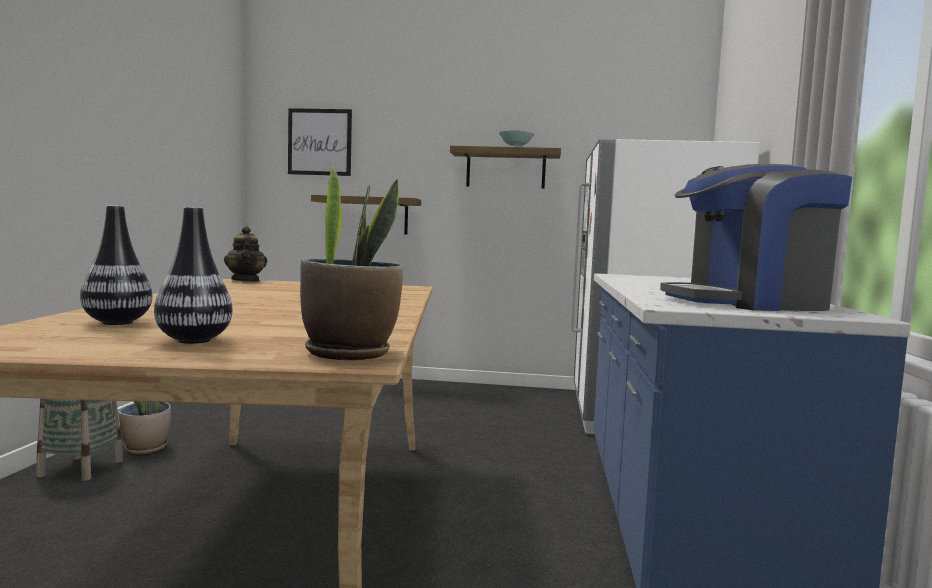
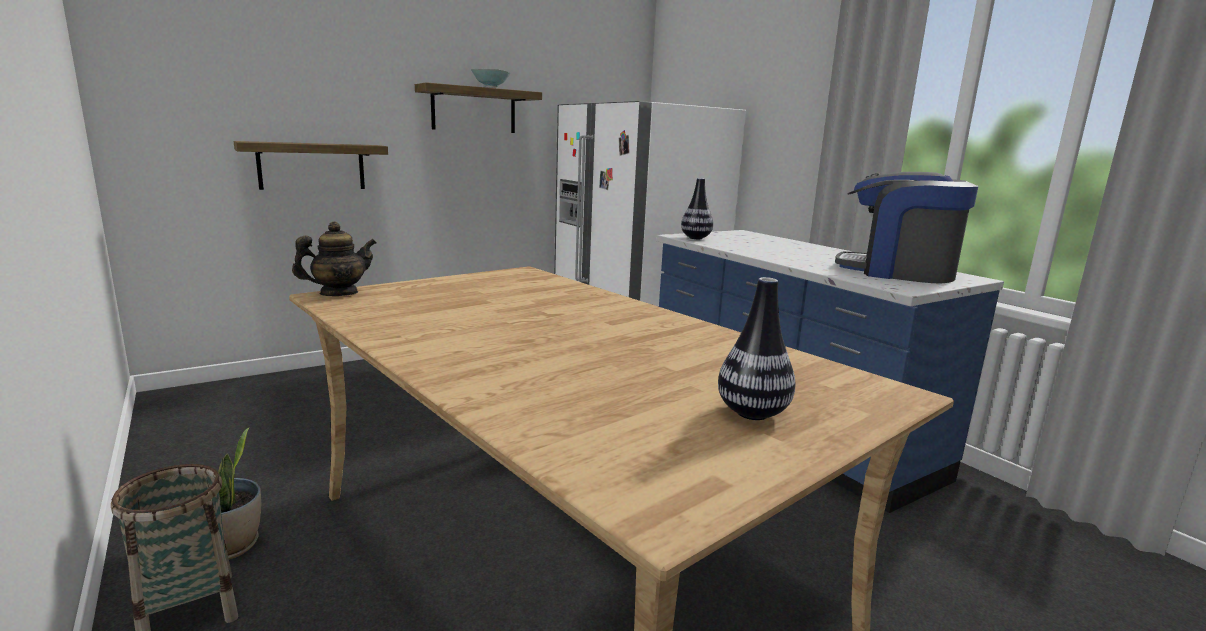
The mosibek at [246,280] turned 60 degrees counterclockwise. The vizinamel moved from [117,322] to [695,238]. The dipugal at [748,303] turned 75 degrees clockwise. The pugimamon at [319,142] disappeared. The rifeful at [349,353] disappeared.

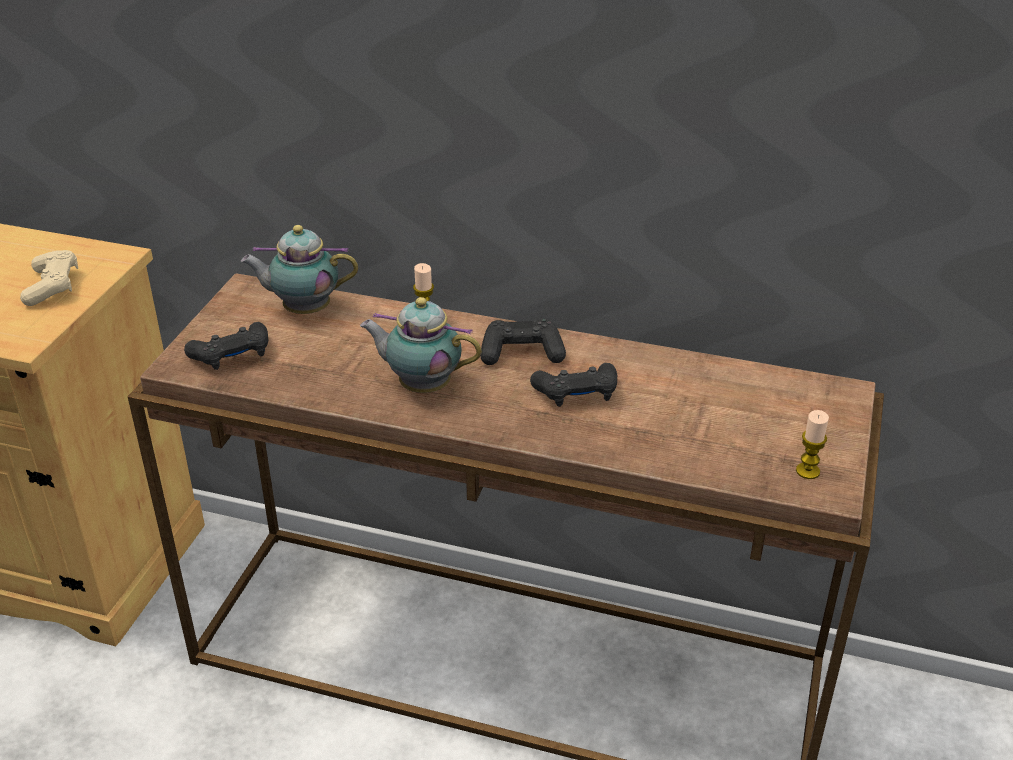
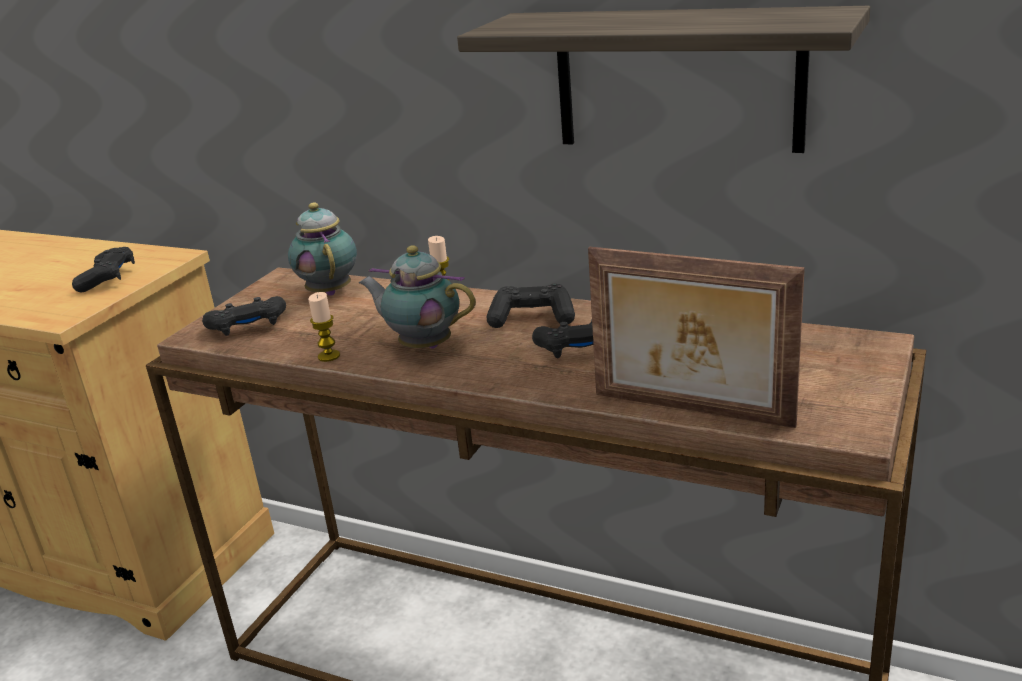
The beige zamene at [52,286] became the black zamene at [108,278]. The mosibek at [303,310] turned 60 degrees clockwise. The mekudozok moved from [807,471] to [329,356]. The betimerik at [677,80] appeared. The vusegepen at [690,411] appeared.

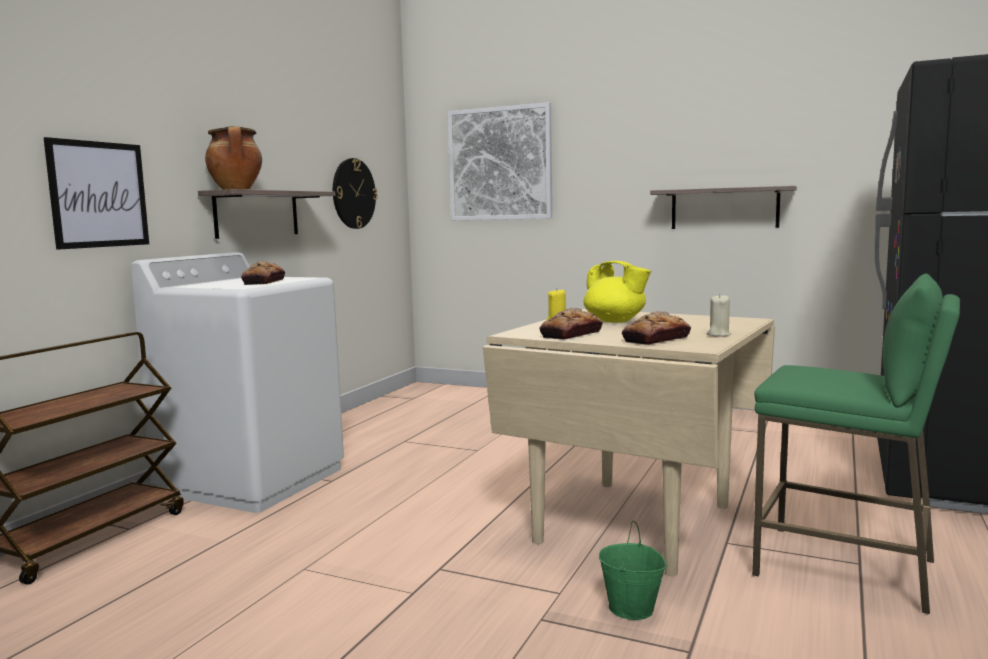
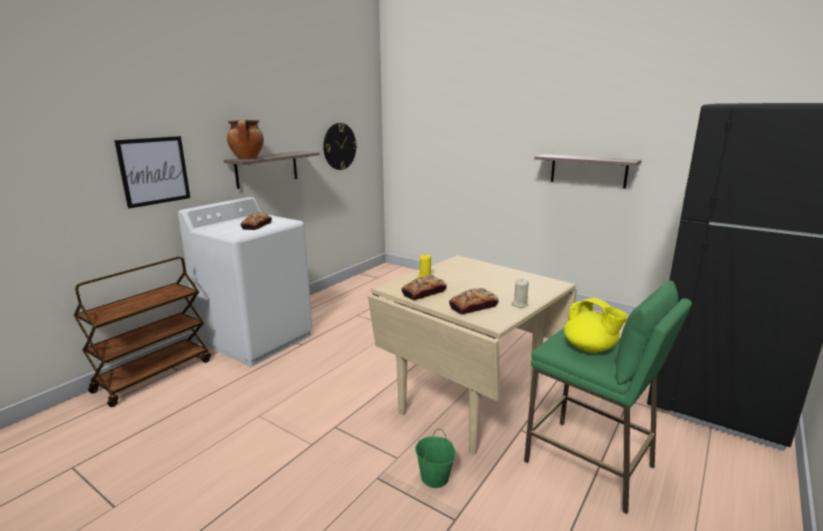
The yellow mosibek moved from [615,321] to [590,348]. The pugimamon at [500,164] disappeared.

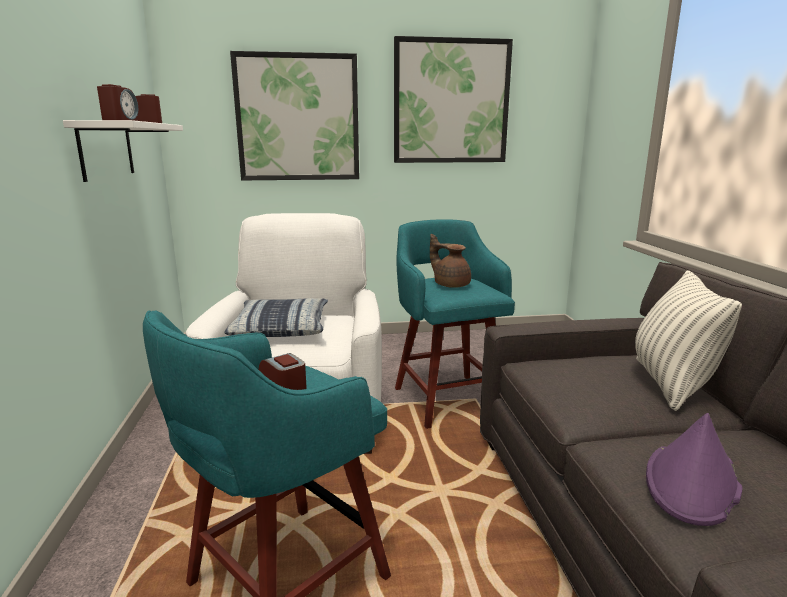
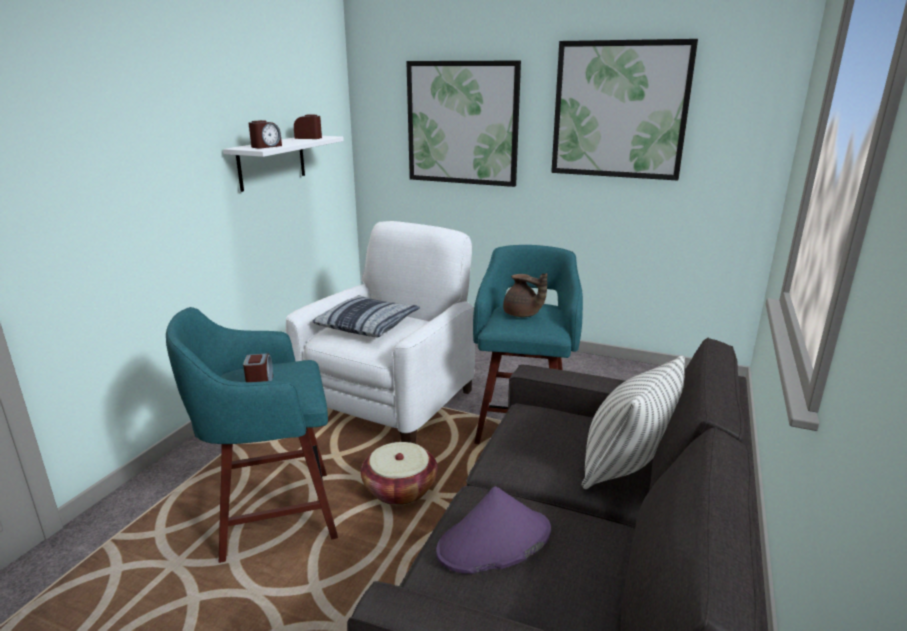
The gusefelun at [400,489] appeared. The brown mosibek at [450,284] turned 150 degrees clockwise.

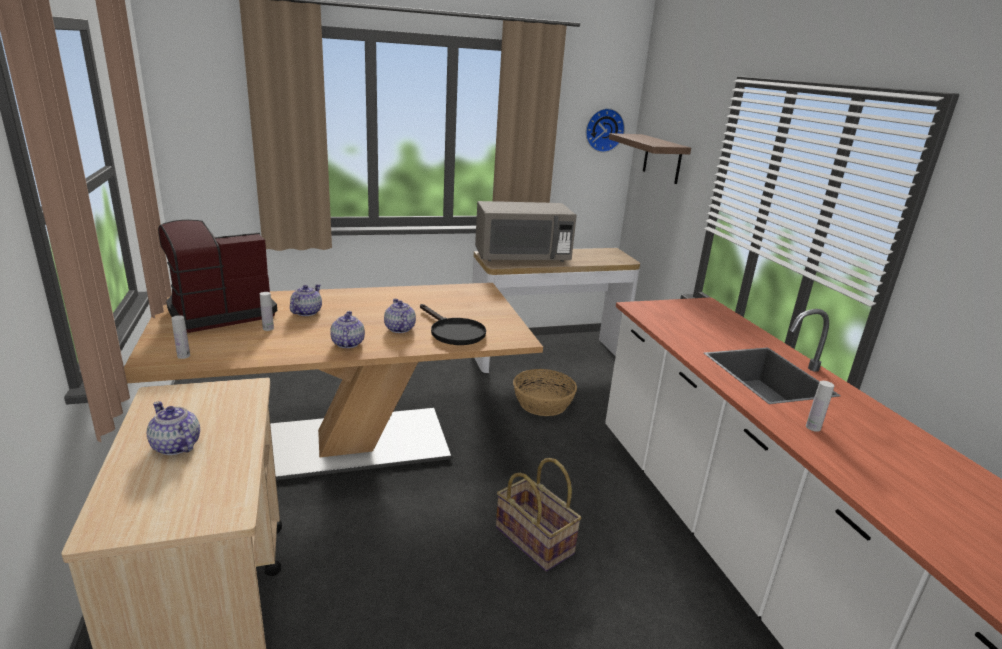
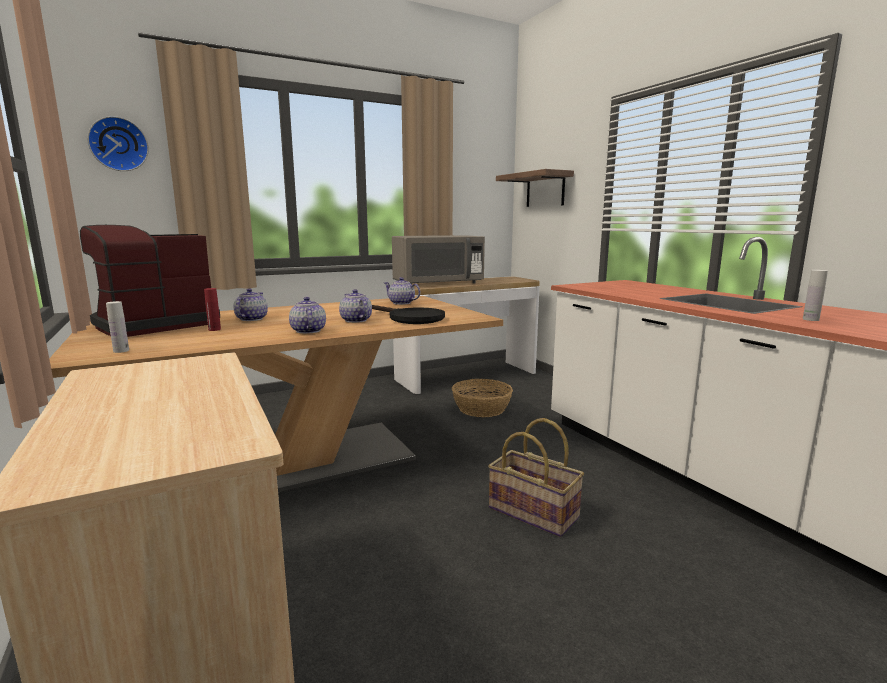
The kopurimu moved from [603,130] to [119,144]. The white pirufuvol at [268,328] became the red pirufuvol at [214,329]. The mosibek moved from [176,446] to [401,303].

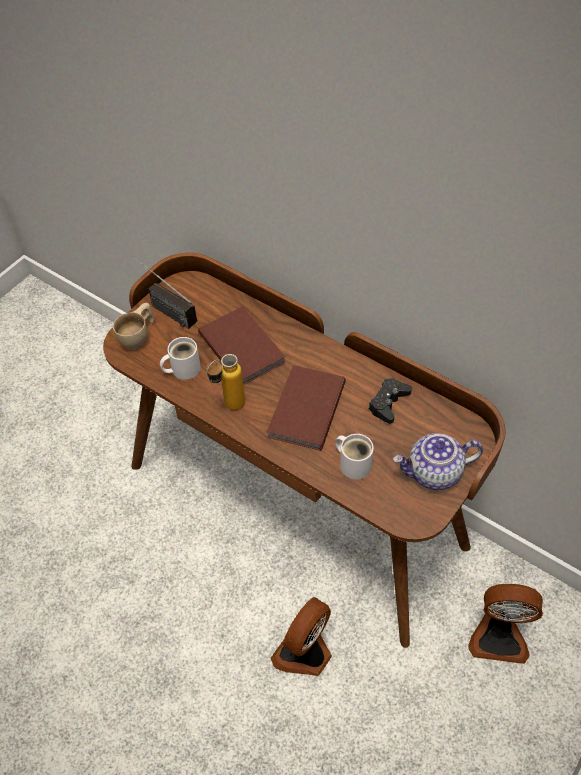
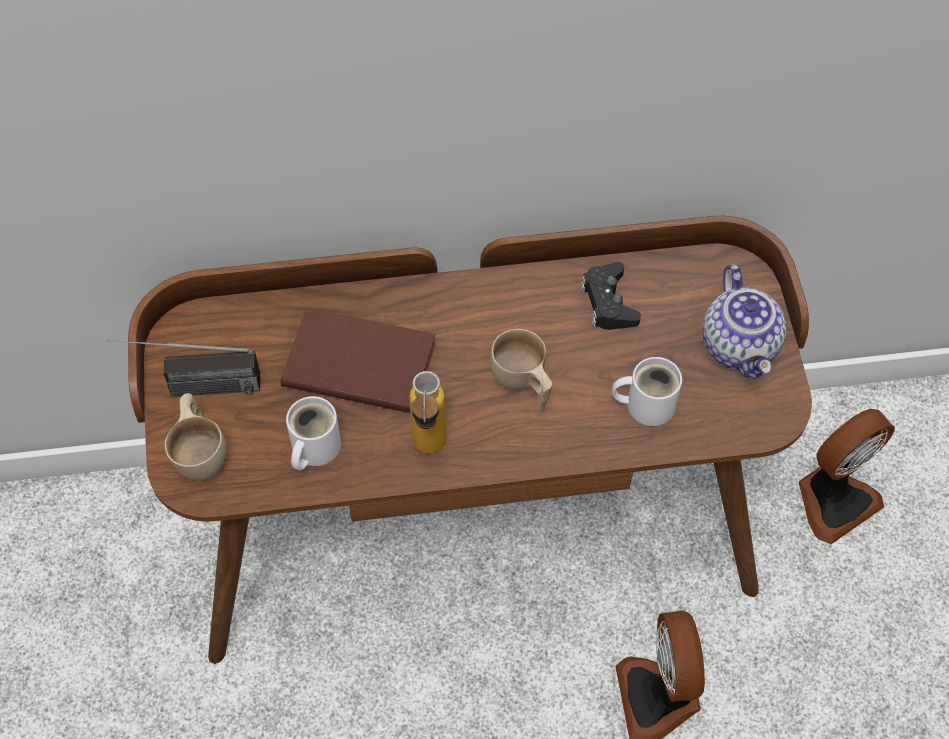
The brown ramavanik at [304,410] was replaced by the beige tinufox at [522,384]. The mosibek at [434,473] turned 45 degrees counterclockwise.

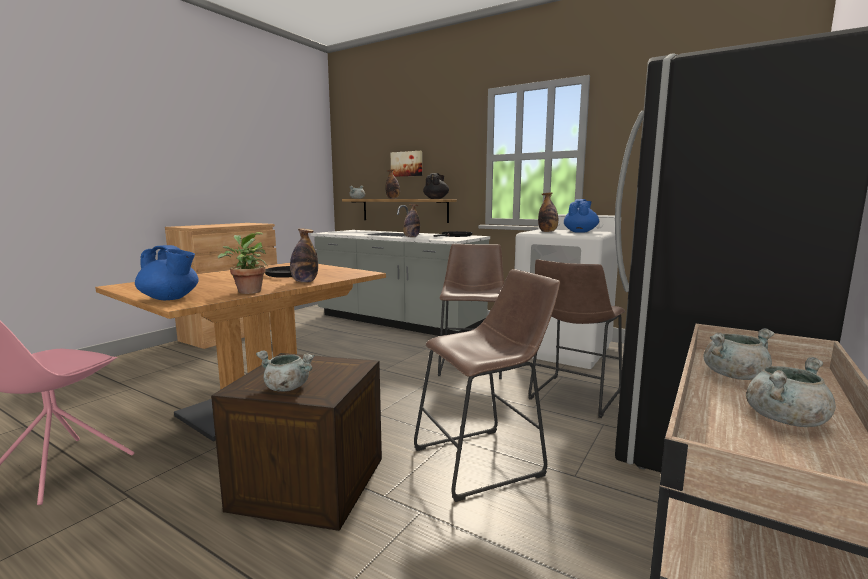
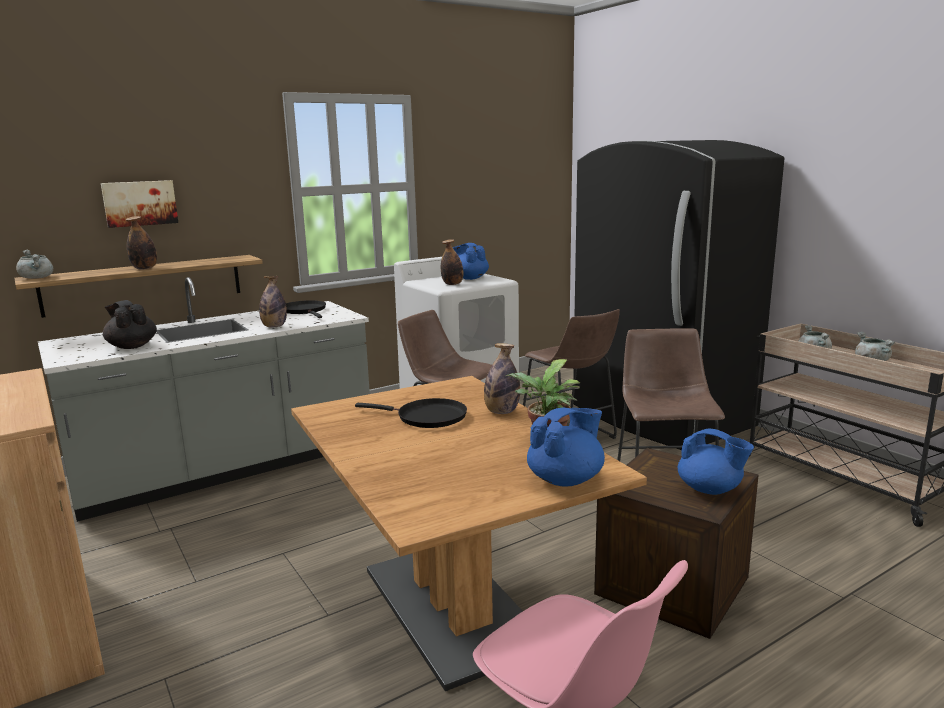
The black mosibek moved from [436,198] to [132,346]. The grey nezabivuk at [286,388] was replaced by the blue mosibek at [710,489].

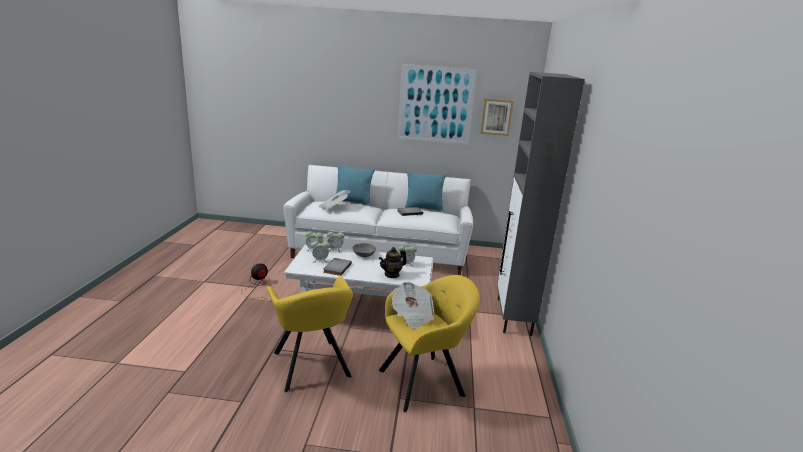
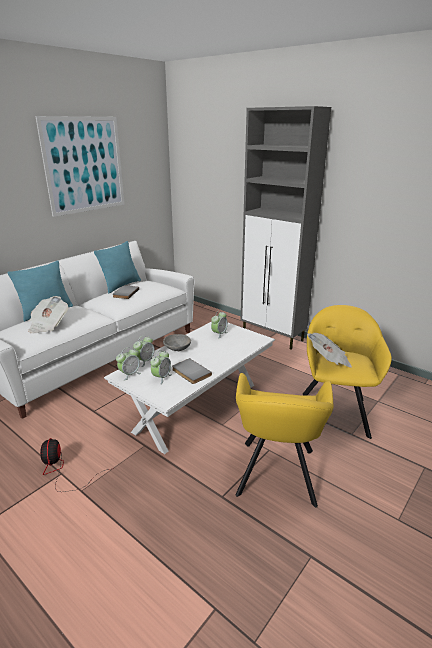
The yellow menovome at [311,367] turned 90 degrees clockwise. The mosibek at [392,274] disappeared. The pugimamon at [496,117] disappeared.

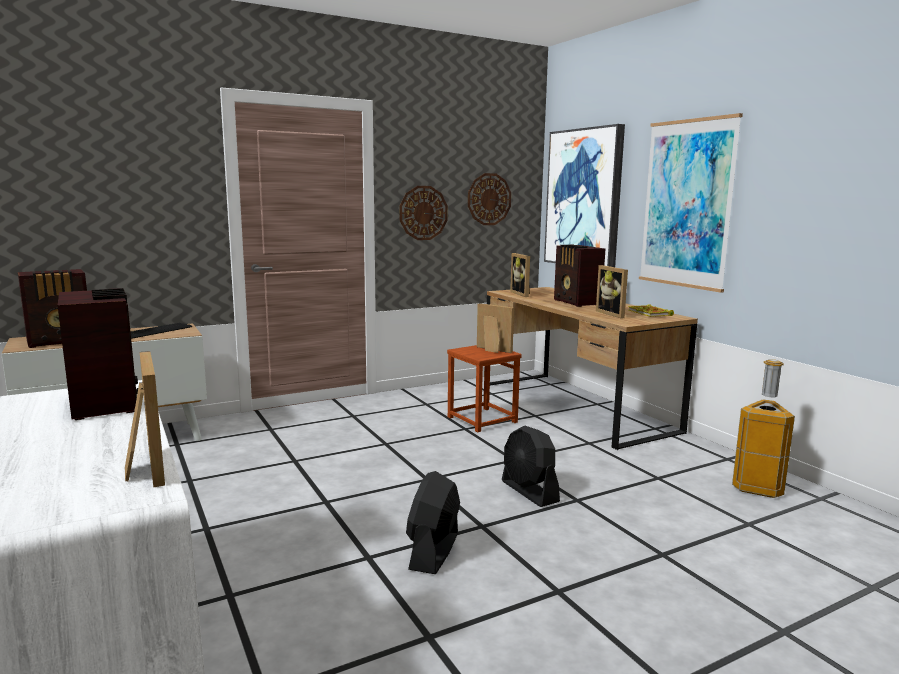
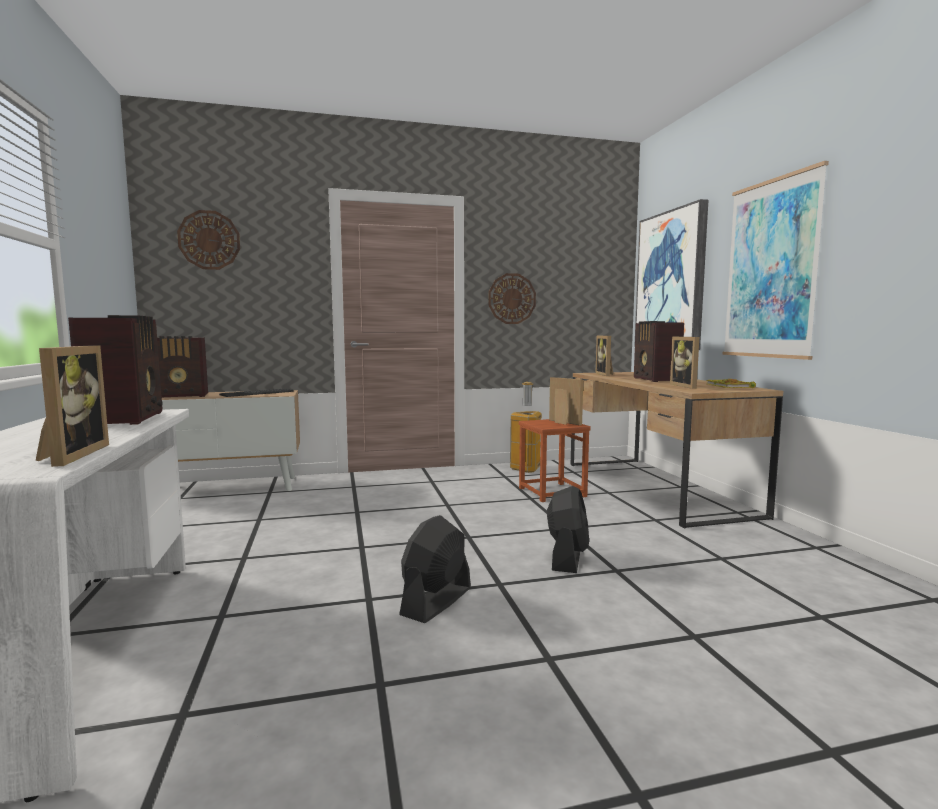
The kopurimu moved from [489,199] to [209,240]. The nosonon moved from [758,487] to [527,468]. The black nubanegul at [529,491] turned 150 degrees counterclockwise.

